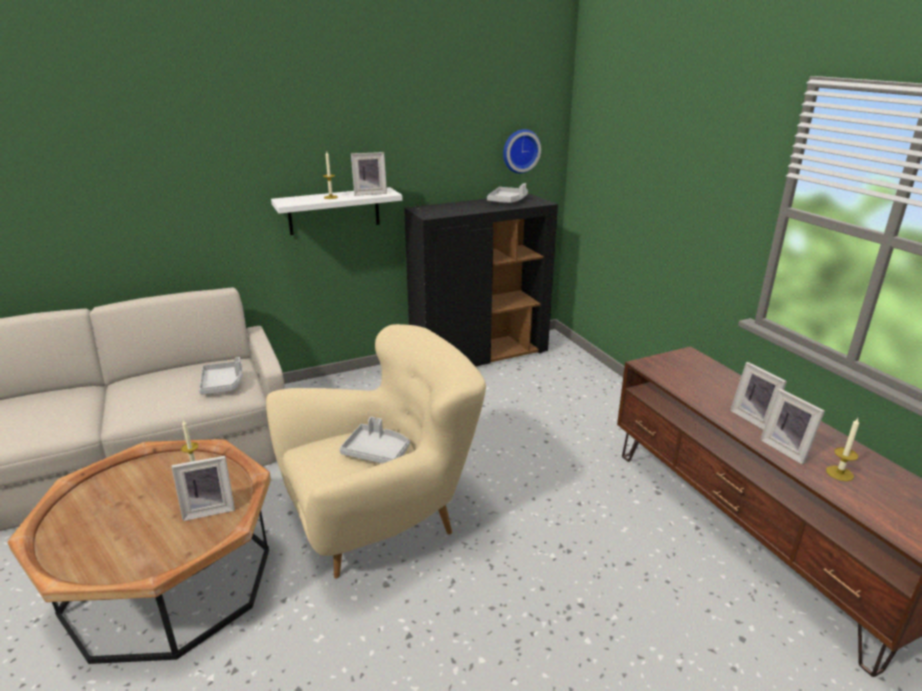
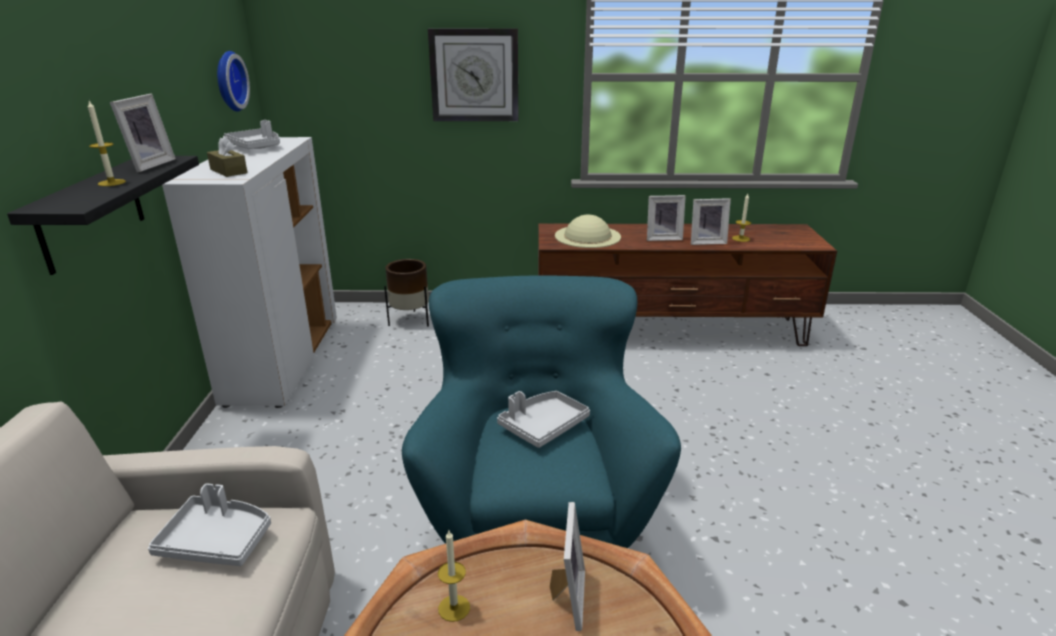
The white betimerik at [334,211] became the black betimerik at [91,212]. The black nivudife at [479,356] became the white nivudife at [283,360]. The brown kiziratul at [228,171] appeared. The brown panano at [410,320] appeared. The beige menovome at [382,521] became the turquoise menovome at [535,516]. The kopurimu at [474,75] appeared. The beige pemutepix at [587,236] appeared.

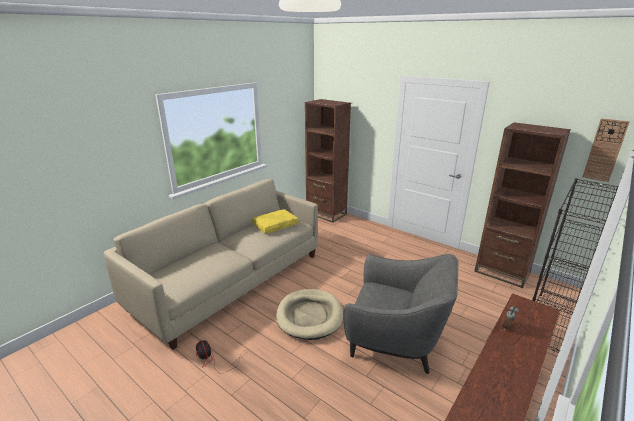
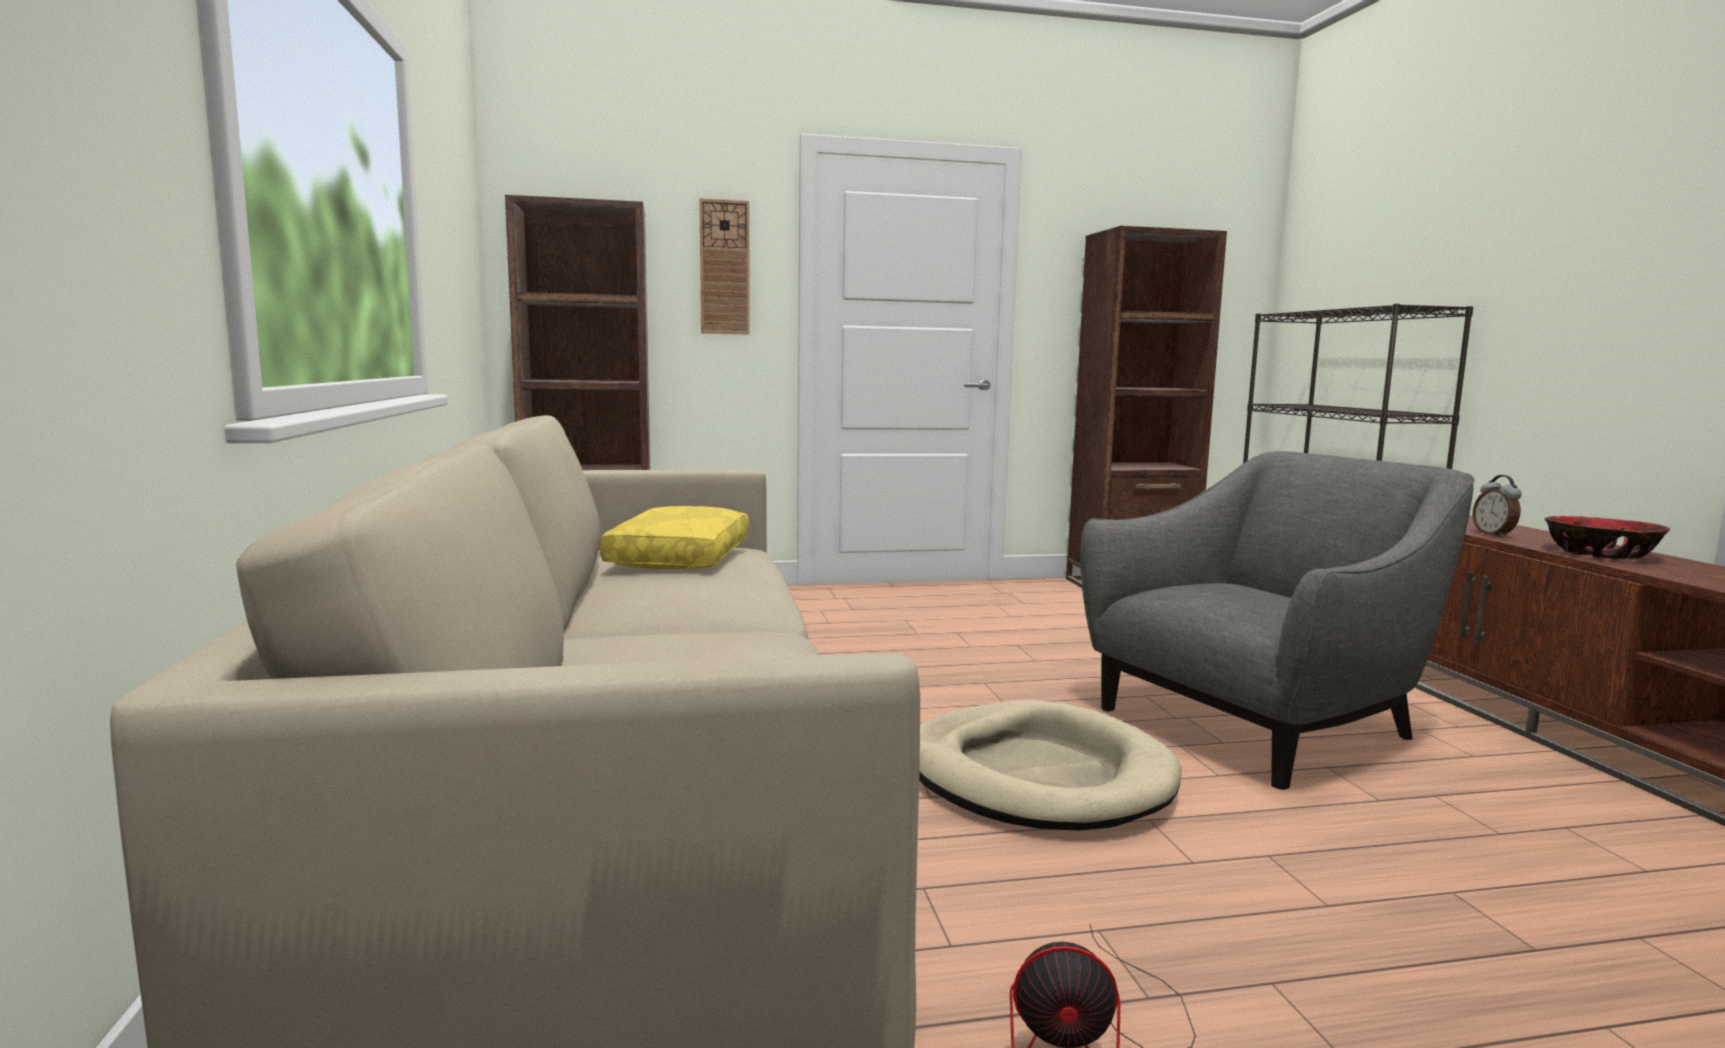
The kopurimu moved from [605,150] to [724,267]. The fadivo at [1599,554] appeared.

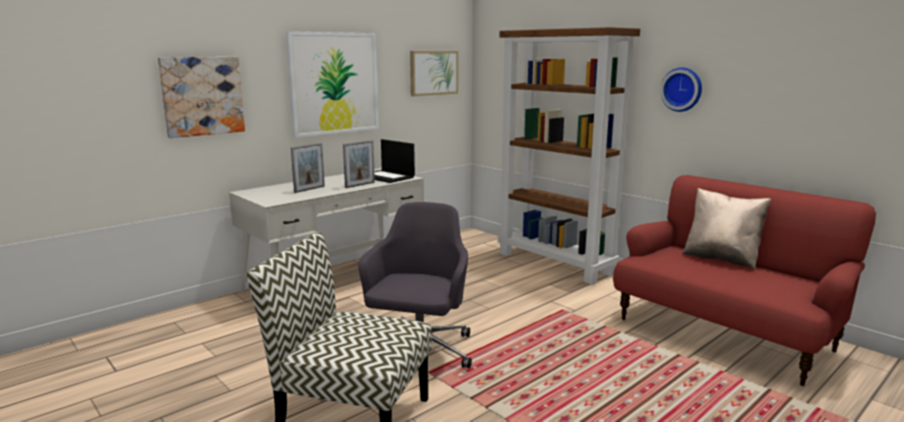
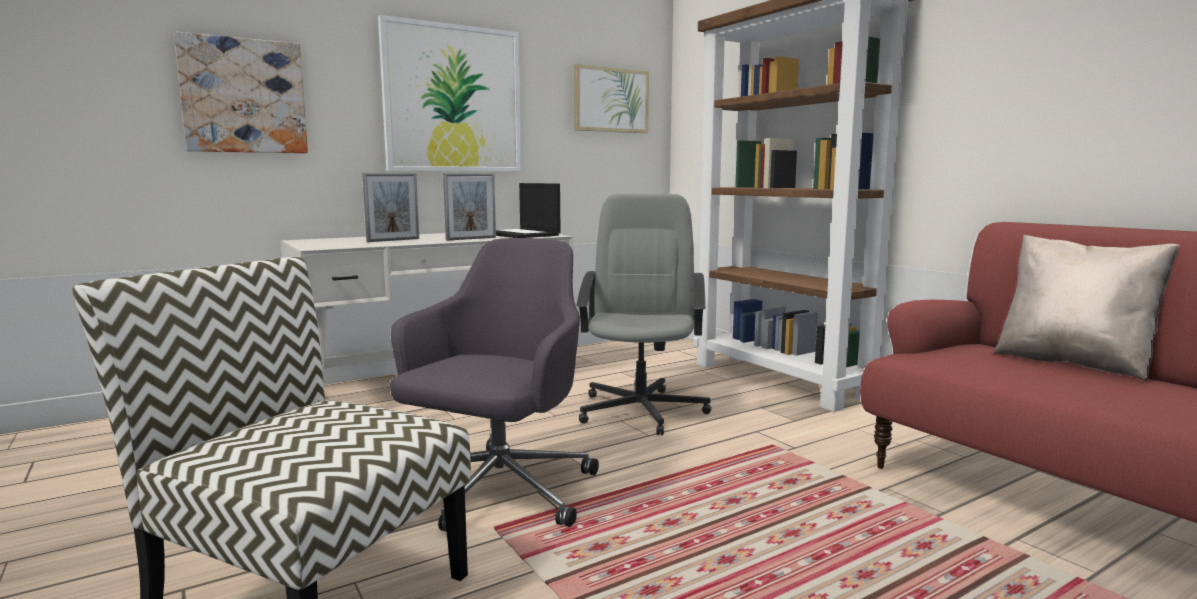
The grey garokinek at [641,410] appeared. The kopurimu at [682,89] disappeared.

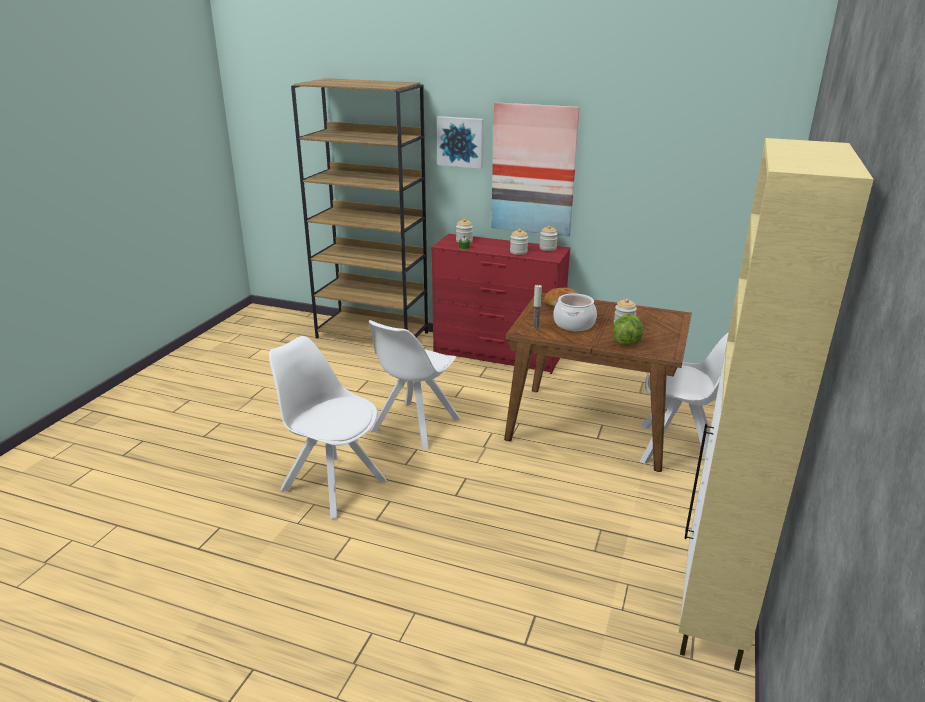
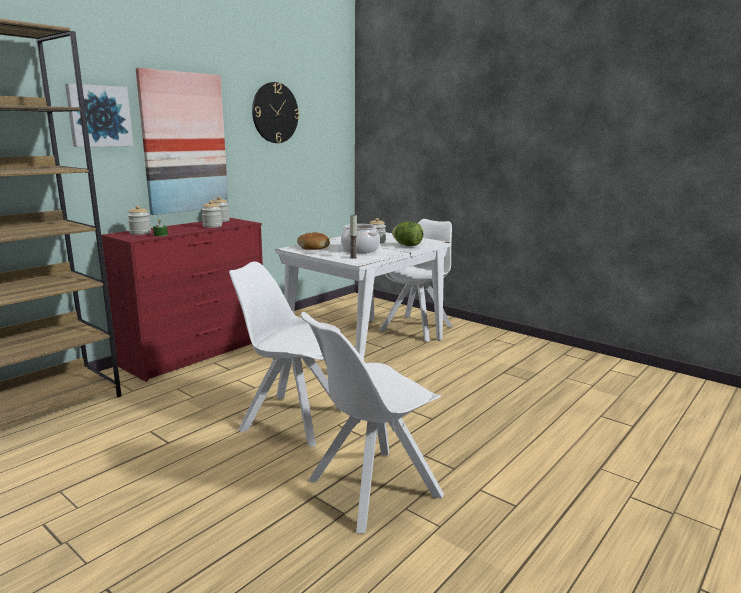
The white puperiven at [414,426] turned 150 degrees clockwise. The kopurimu at [275,113] appeared. The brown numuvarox at [592,427] became the white numuvarox at [366,345]. The beige nivudife at [711,615] disappeared.

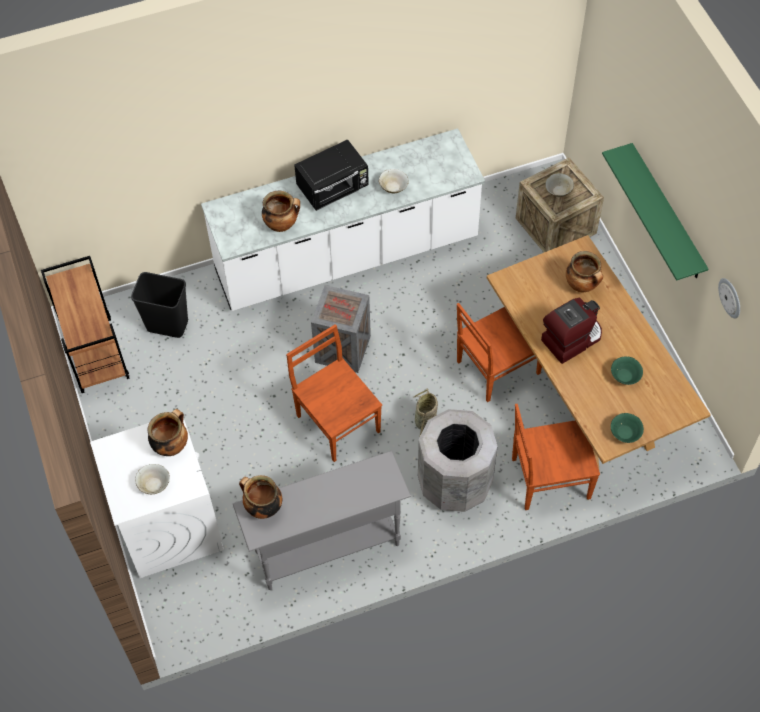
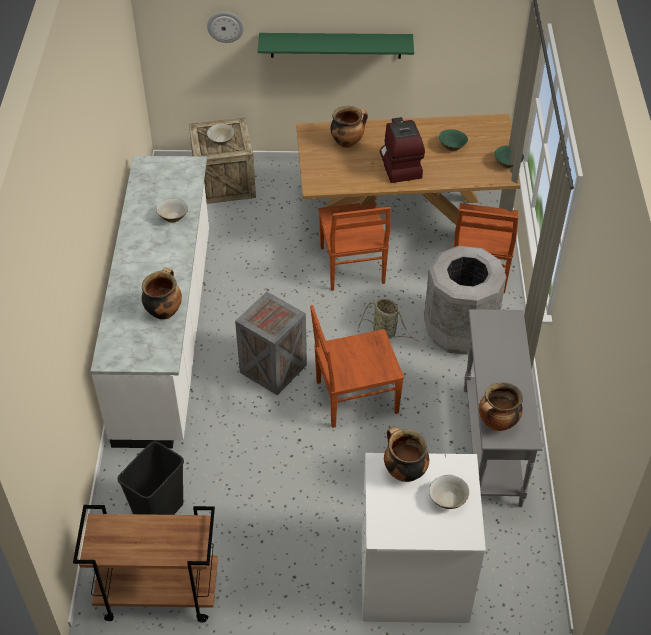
The kopurimu moved from [730,297] to [225,26]. The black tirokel at [333,188] disappeared.

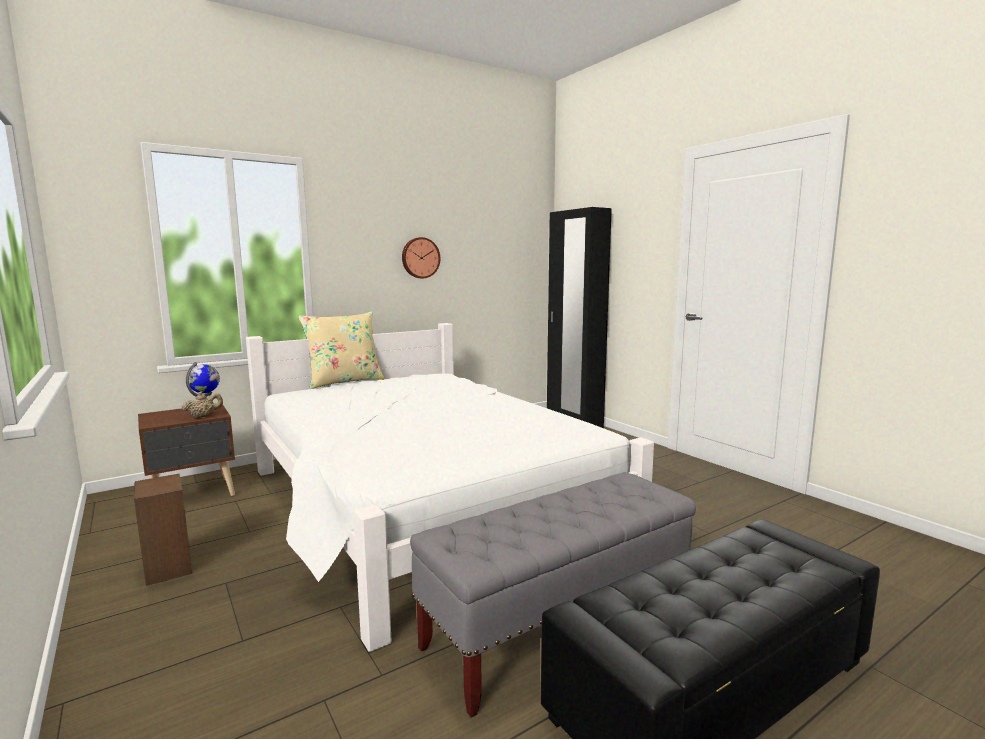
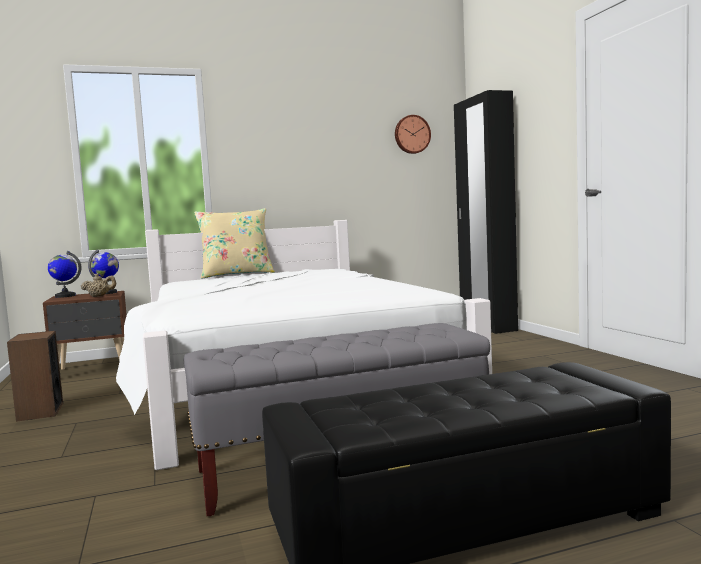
The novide at [65,296] appeared. The kopurimu moved from [420,258] to [412,134].

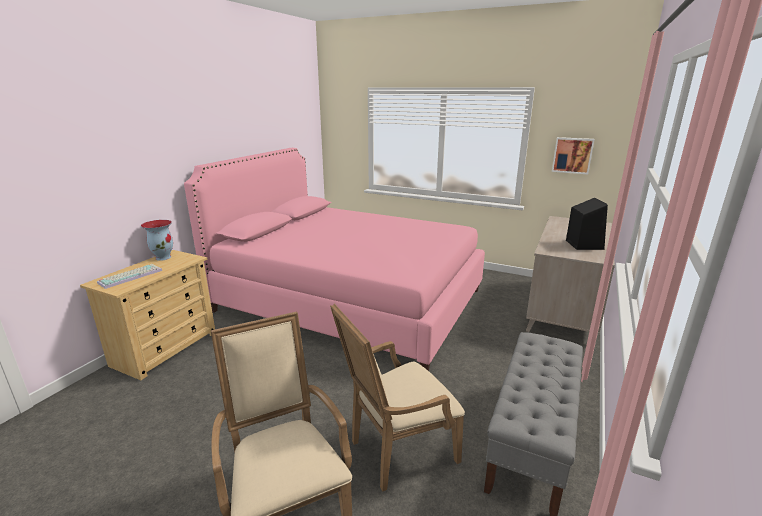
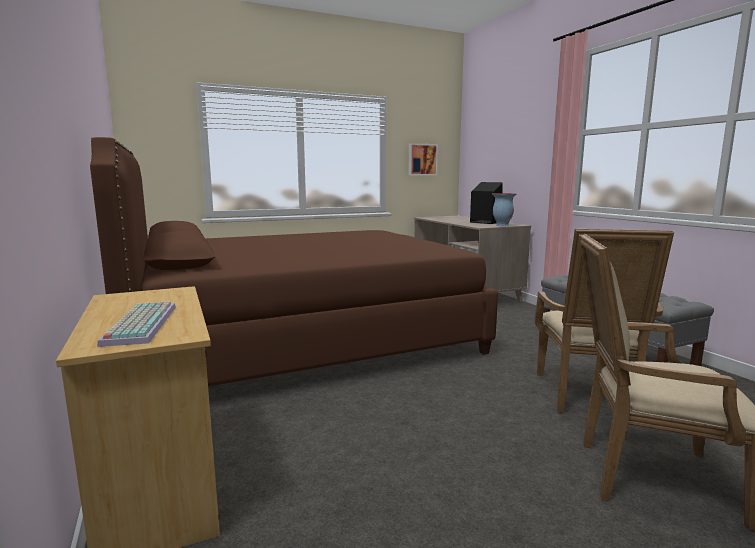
The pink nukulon at [350,300] became the brown nukulon at [301,340]. The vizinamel moved from [163,257] to [501,225].

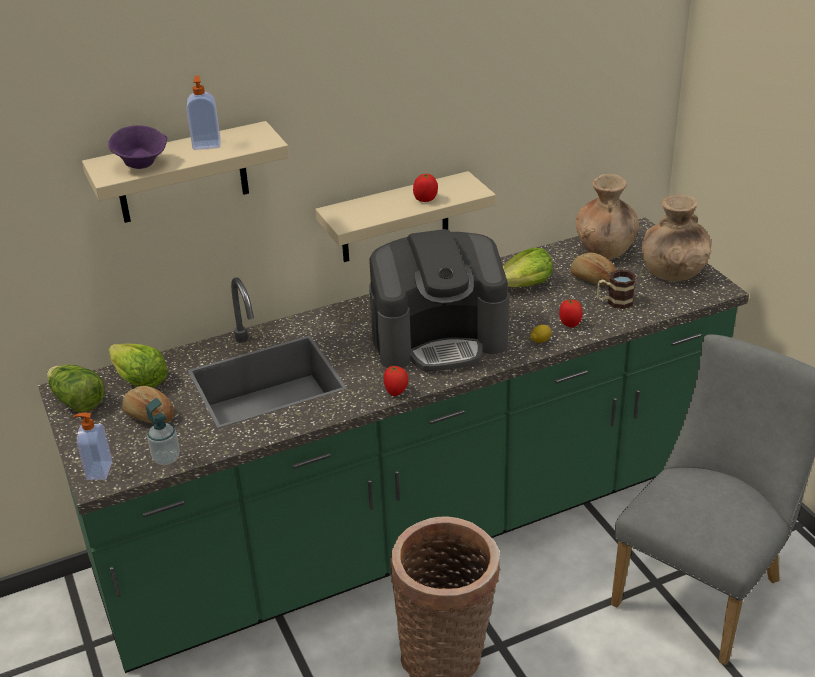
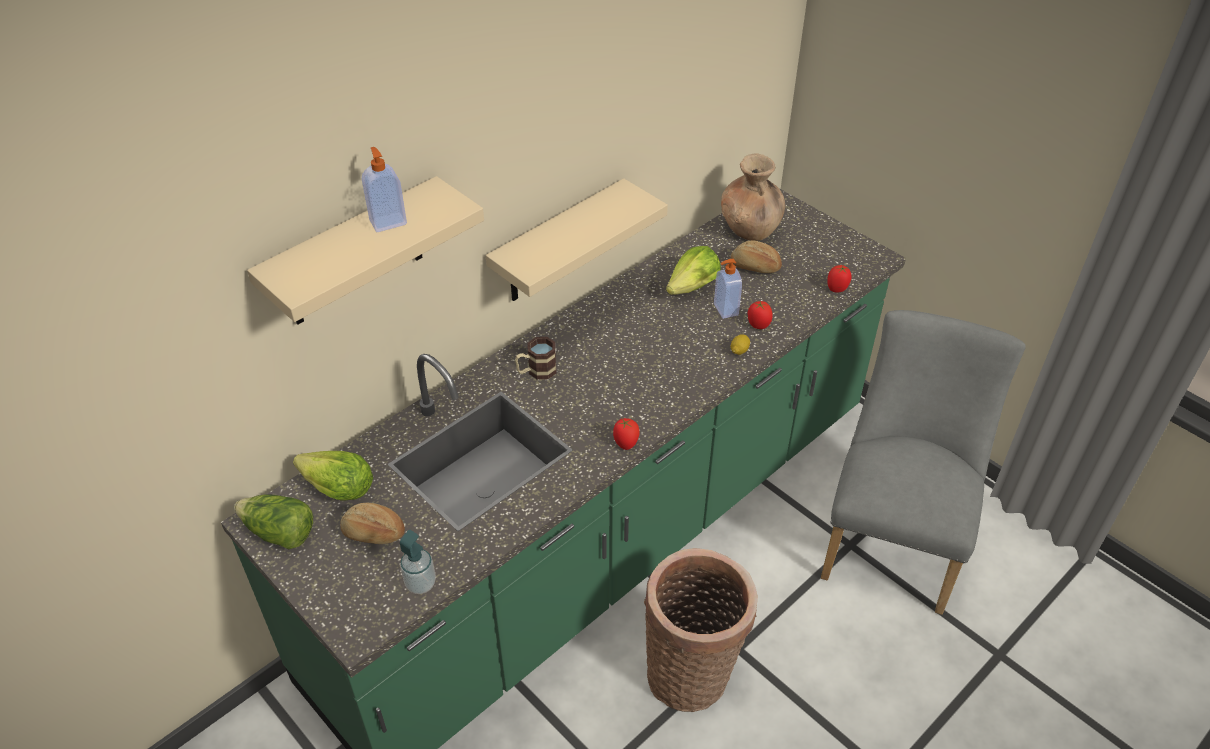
The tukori moved from [614,302] to [536,371]. The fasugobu moved from [98,471] to [725,310]. The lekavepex moved from [425,199] to [837,288]. The purple fadivo at [142,164] disappeared. The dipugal at [439,338] disappeared. The brown vizinamel at [673,272] disappeared.

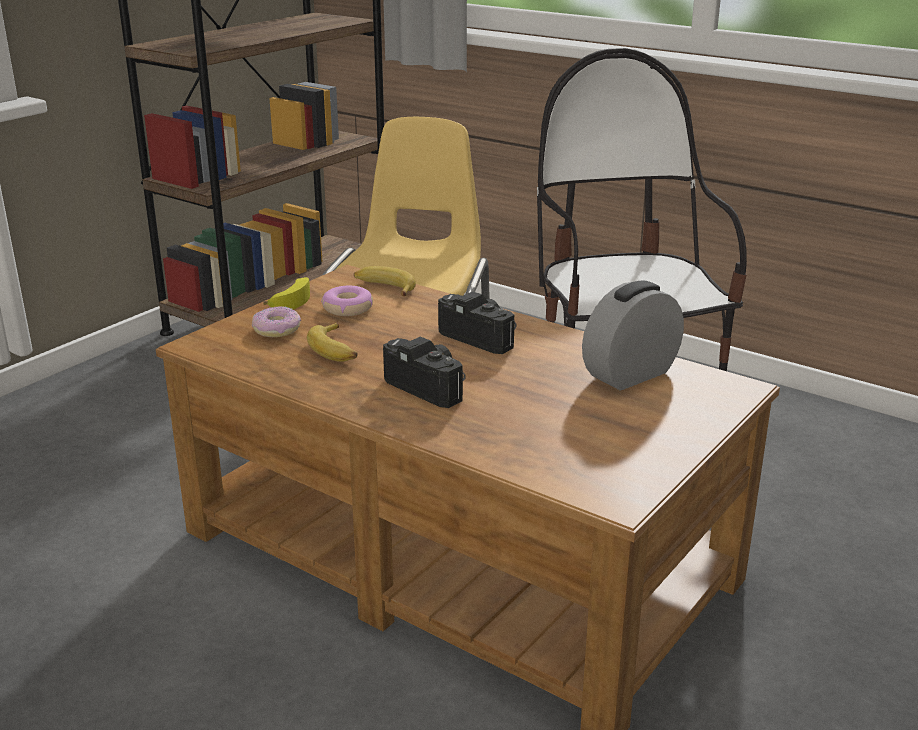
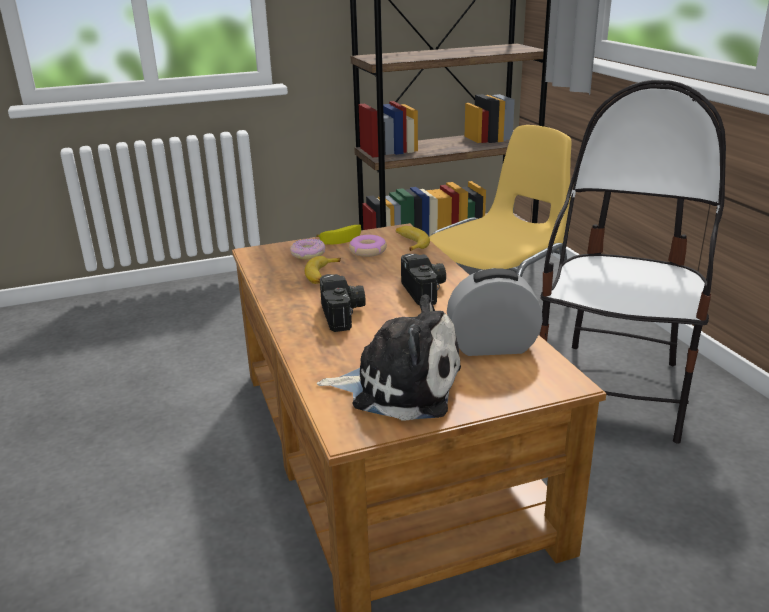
The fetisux at [399,386] appeared.

